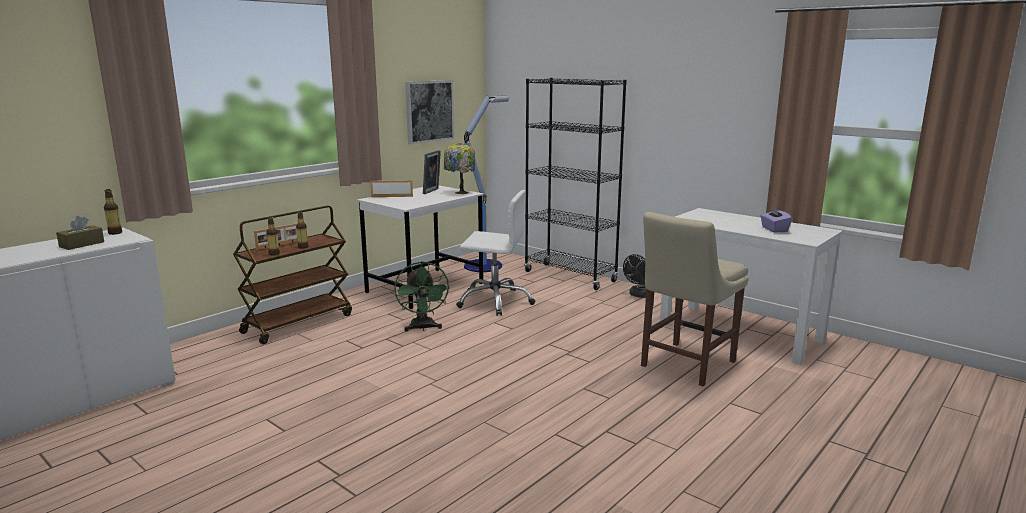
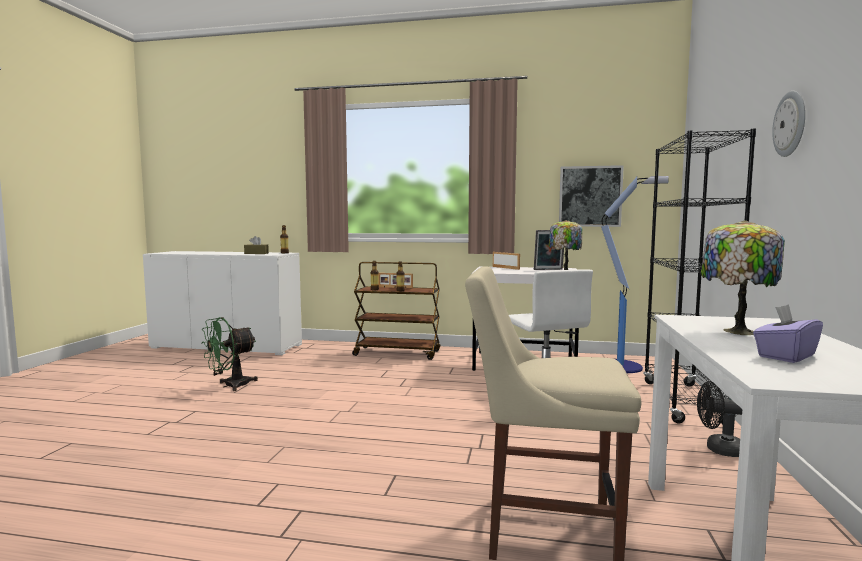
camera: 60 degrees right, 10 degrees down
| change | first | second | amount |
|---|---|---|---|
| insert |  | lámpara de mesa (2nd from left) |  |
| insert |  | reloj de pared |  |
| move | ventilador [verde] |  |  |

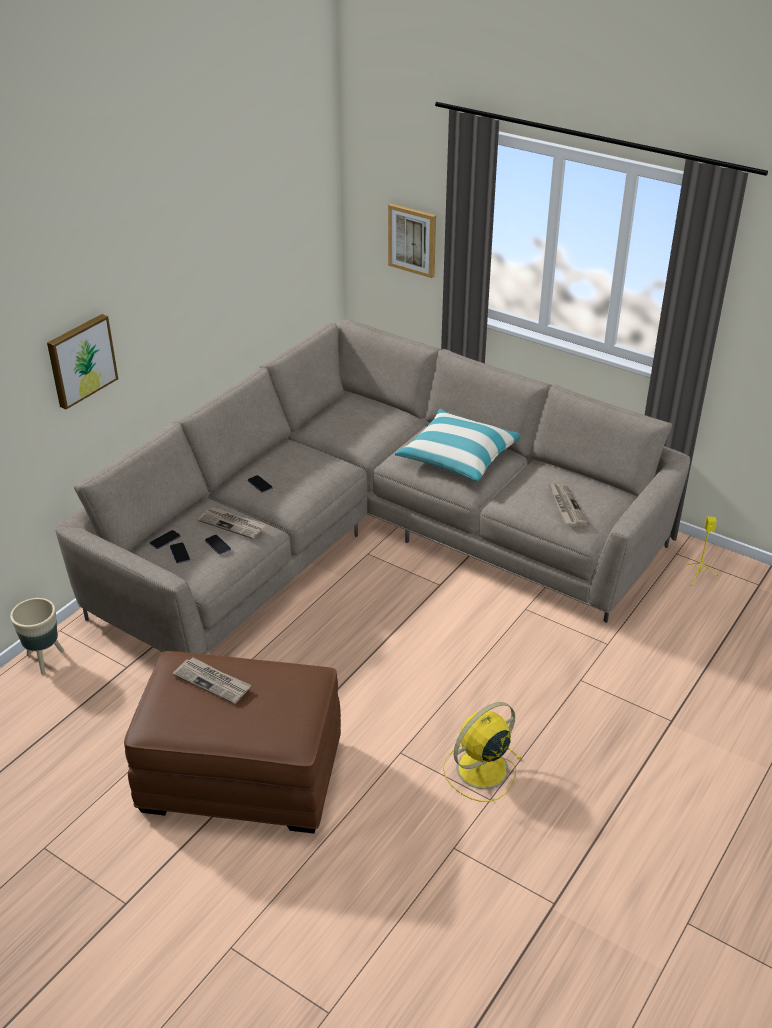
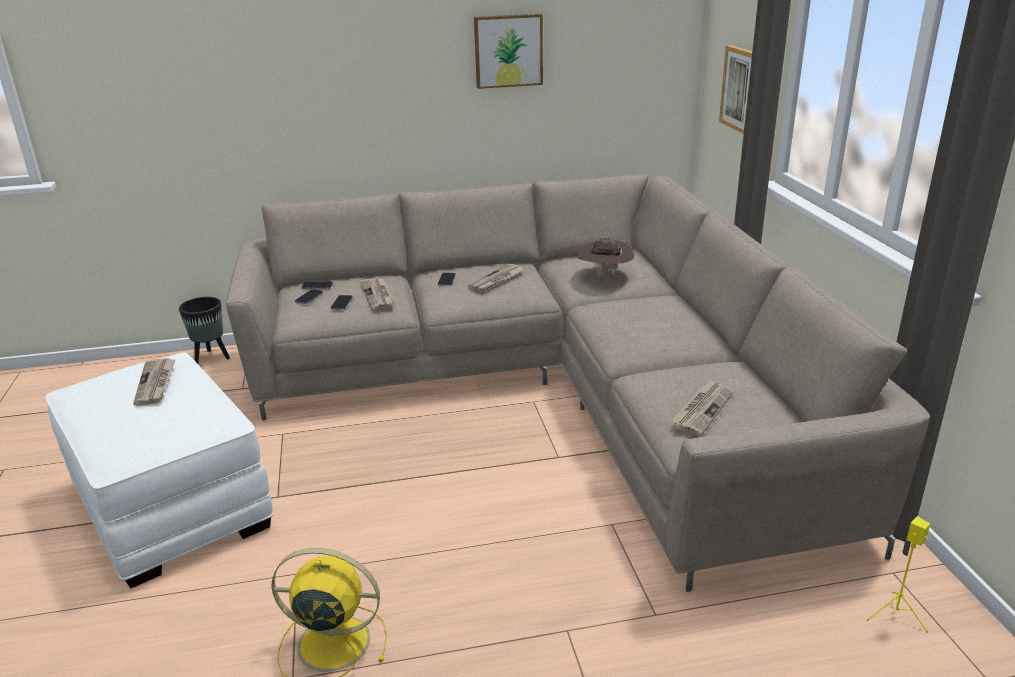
camera: 45 degrees right, 10 degrees down
| change | first | second | amount |
|---|---|---|---|
| delete | cojín |  |  |
| insert |  | periódico (3rd from left) |  |
| insert |  | sombrero [marrón] |  |
| move | cuadro (1st from left) |  |  |
| recolor | maceta [beis] | maceta [negro] |  |
| recolor | puf [marrón] | puf [blanco] |  |

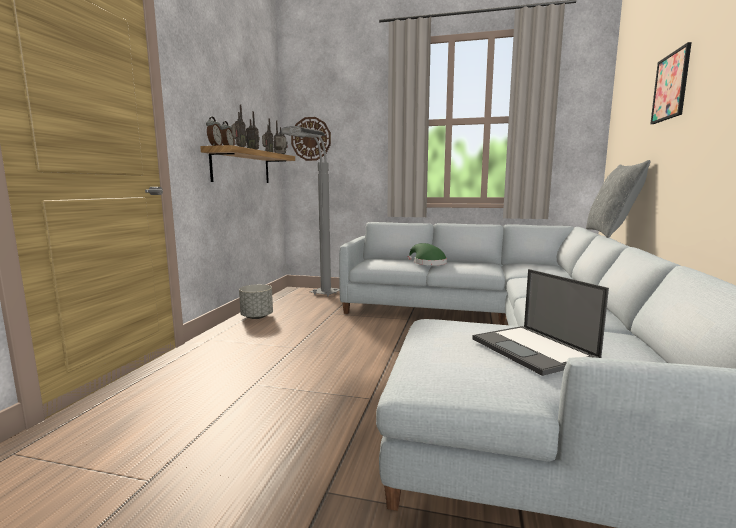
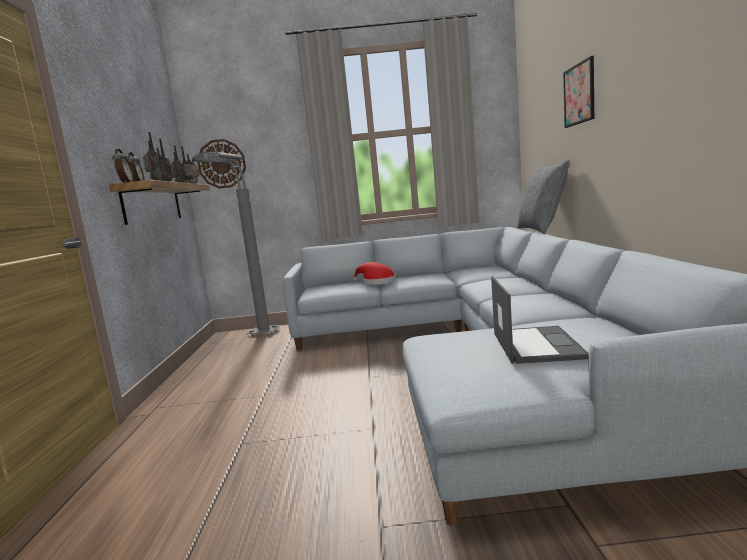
camera: 15 degrees left, 0 degrees up
| change | first | second | amount |
|---|---|---|---|
| delete | maceta [gris] |  |  |
| recolor | sombrero [verde] | sombrero [rojo] |  |
| rotate | portátil |  | 135 degrees counterclockwise |

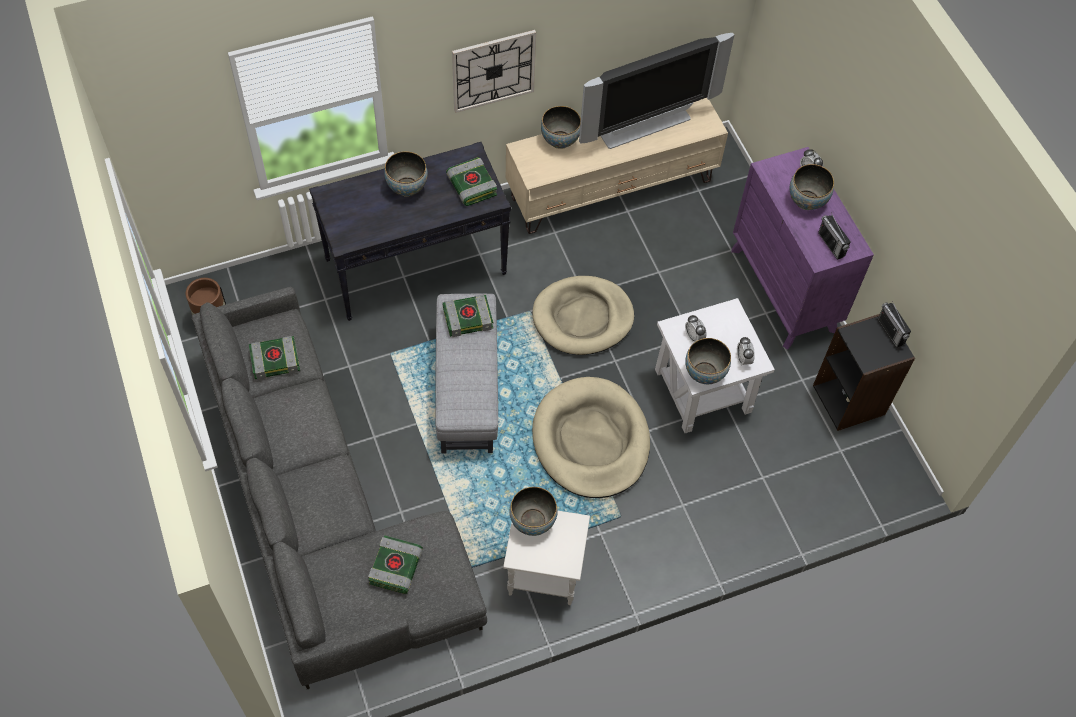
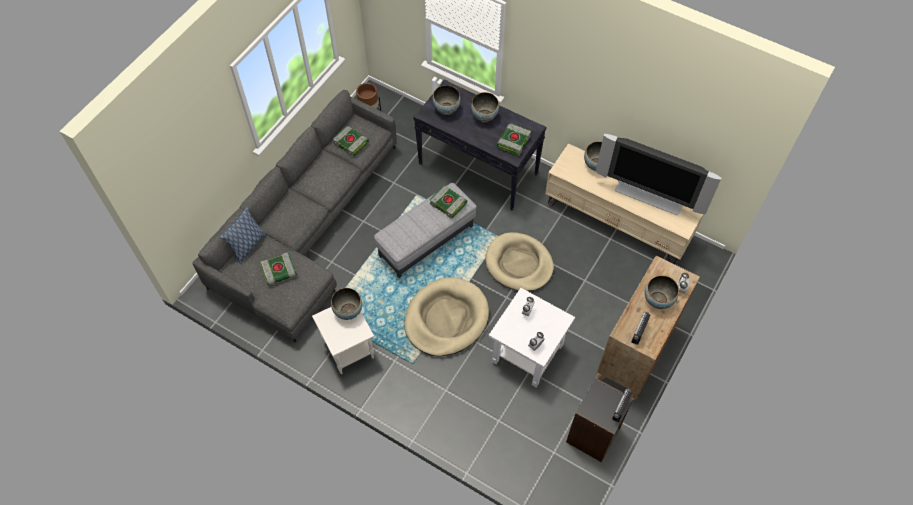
camera: 55 degrees right, 0 degrees up
| change | first | second | amount |
|---|---|---|---|
| delete | reloj de pared |  |  |
| insert |  | cojín |  |
| move | cuenco (4th from left in the first image) | cuenco (2nd from left) |  |
| recolor | cómoda [morado] | cómoda [marrón] |  |

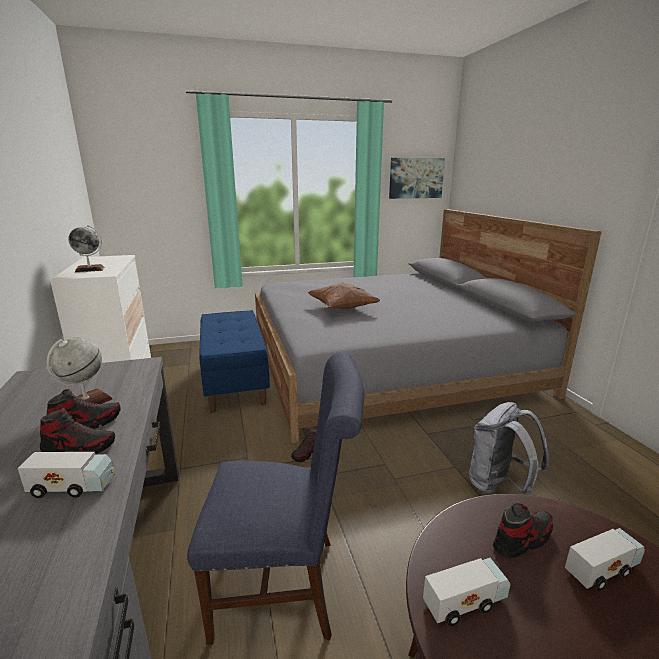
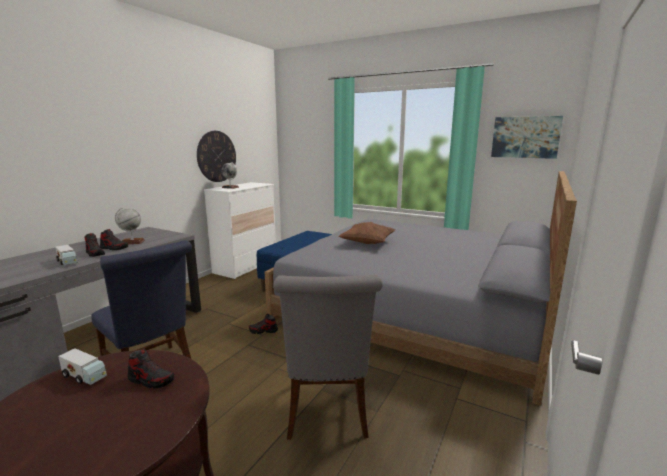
camera: 45 degrees right, 5 degrees down
| change | first | second | amount |
|---|---|---|---|
| delete | camión de juguete (3rd from left) |  |  |
| insert |  | reloj de pared |  |
| replace | mochila [gris] | silla [gris] |  |

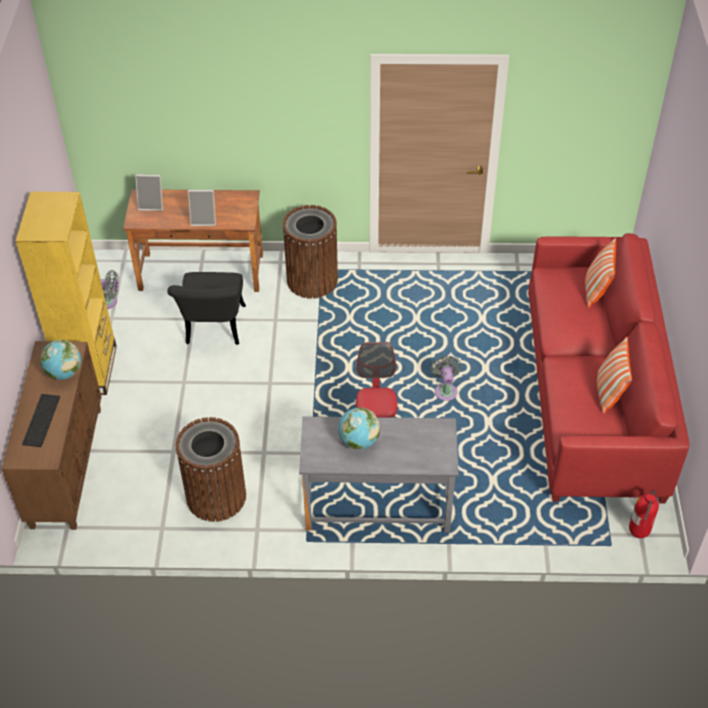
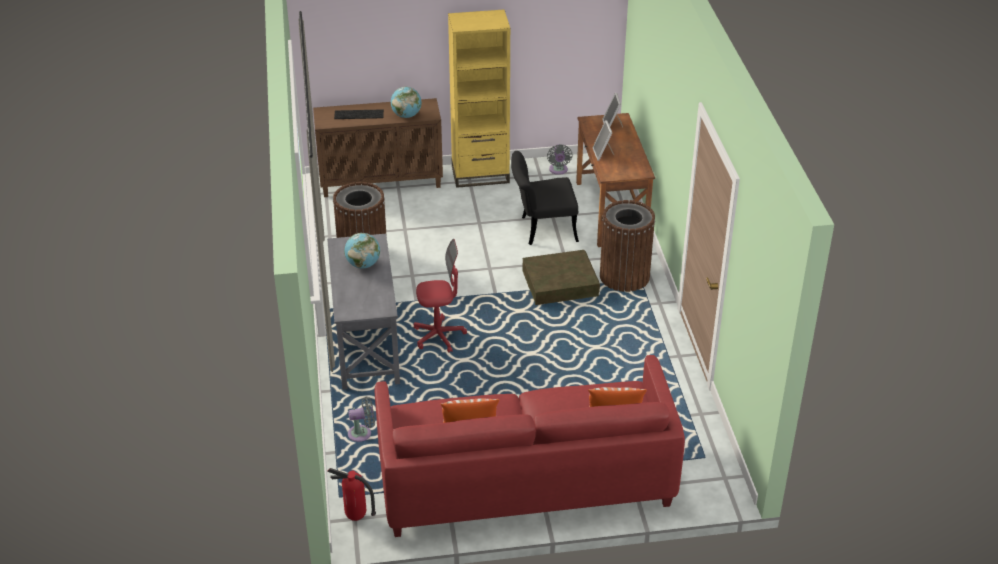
camera: 80 degrees right, 10 degrees down
| change | first | second | amount |
|---|---|---|---|
| insert |  | caja de almacenaje [marrón] |  |
| move | ventilador [gris] (2nd from left in the first image) | ventilador [gris] (1st from left) |  |

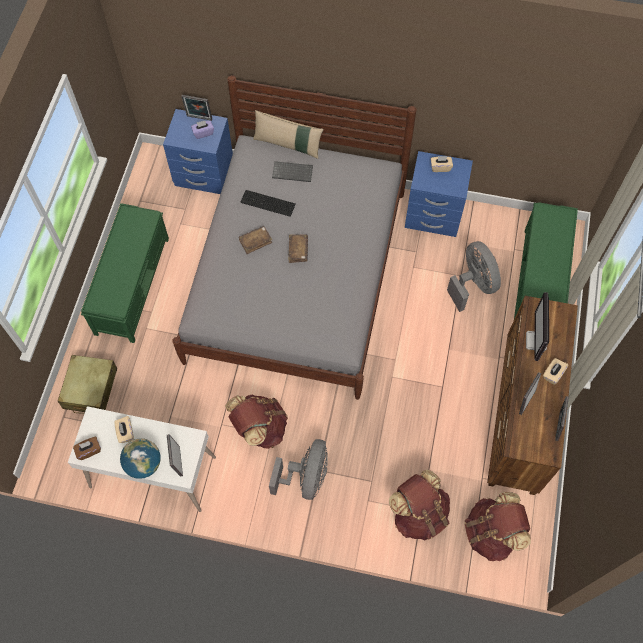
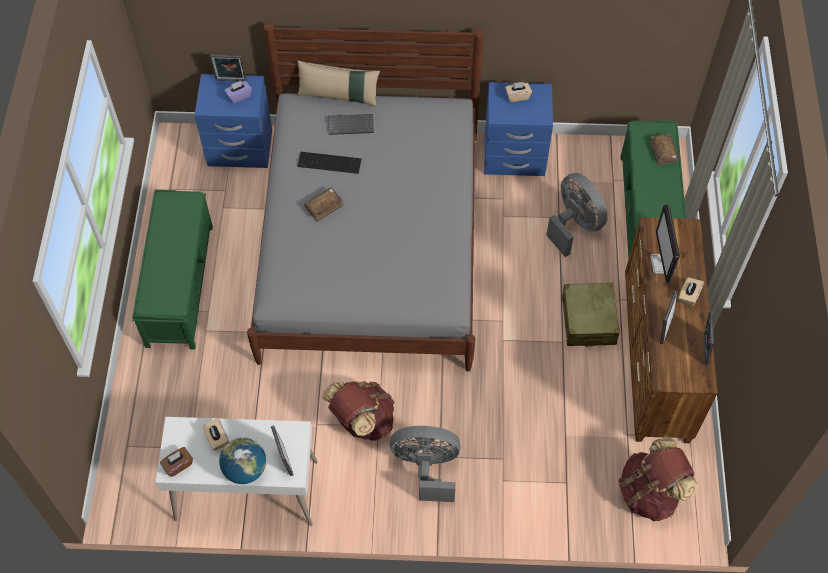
camera: 10 degrees left, 5 degrees down
| change | first | second | amount |
|---|---|---|---|
| delete | mochila [marrón] (2nd from left) |  |  |
| move | maleta [beis] |  |  |
| move | libro [marrón] (2nd from left) |  |  |
| rotate | ventilador [gris] (1st from left) |  | 90 degrees counterclockwise |

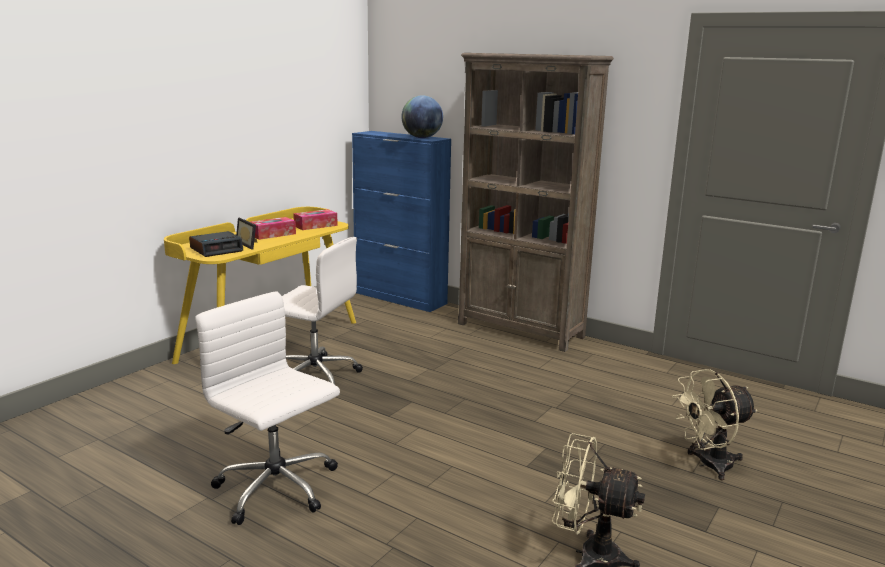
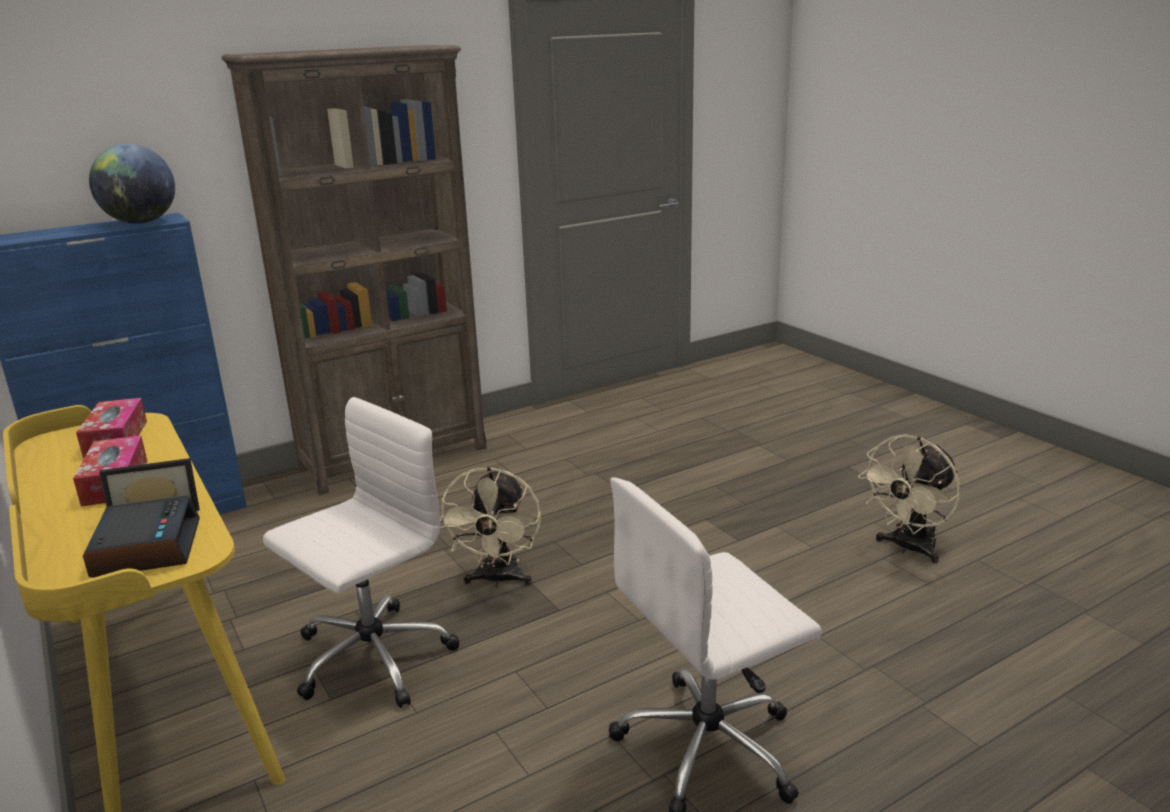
camera: 65 degrees left, 5 degrees up
| change | first | second | amount |
|---|---|---|---|
| move | ventilador [beis] (2nd from left in the first image) | ventilador [beis] (1st from left) |  |

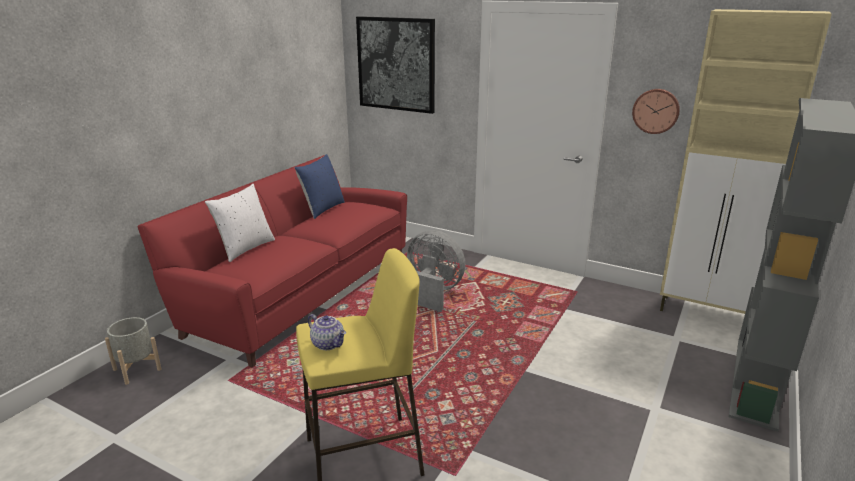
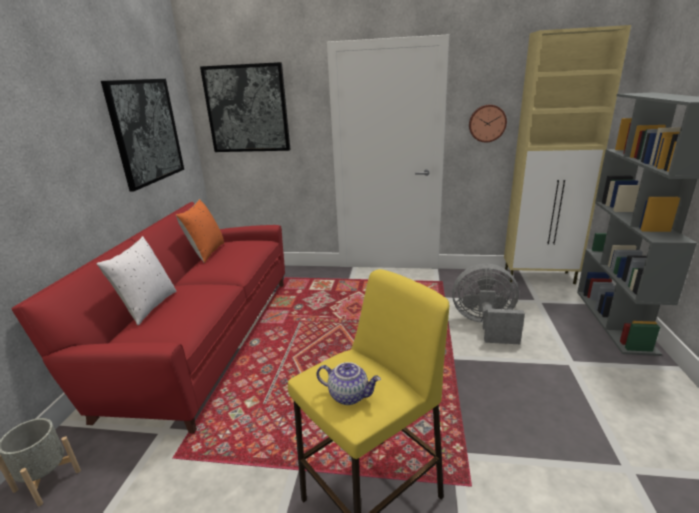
camera: 20 degrees left, 0 degrees up
| change | first | second | amount |
|---|---|---|---|
| insert |  | cuadro (1st from left) |  |
| move | ventilador [gris] |  |  |
| recolor | cojín [azul] | cojín [naranja] |  |

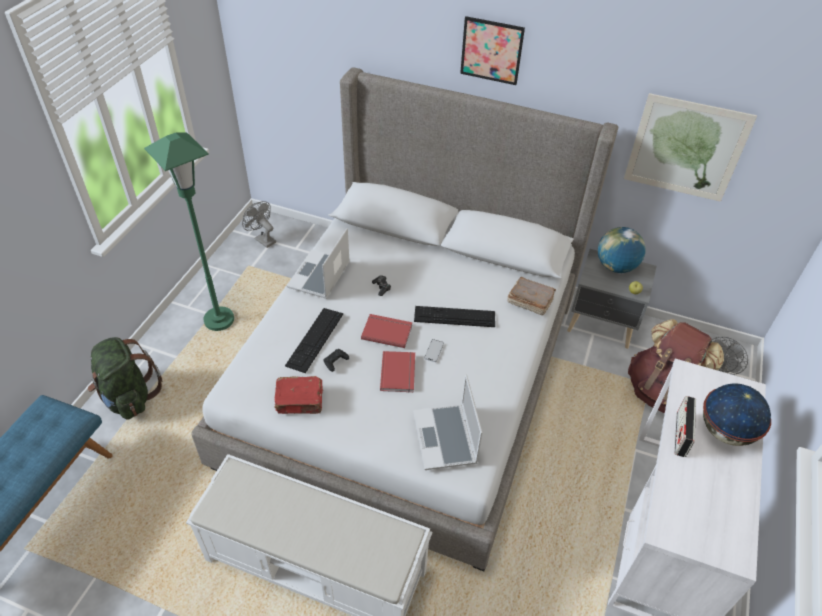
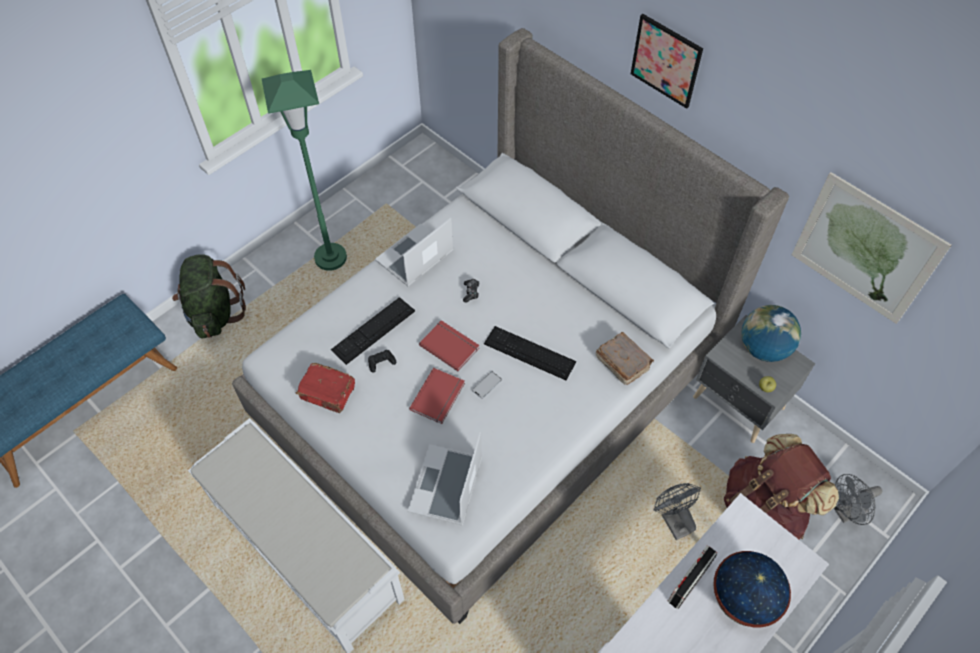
camera: 25 degrees right, 10 degrees up
| change | first | second | amount |
|---|---|---|---|
| move | ventilador [gris] (1st from left) |  |  |

